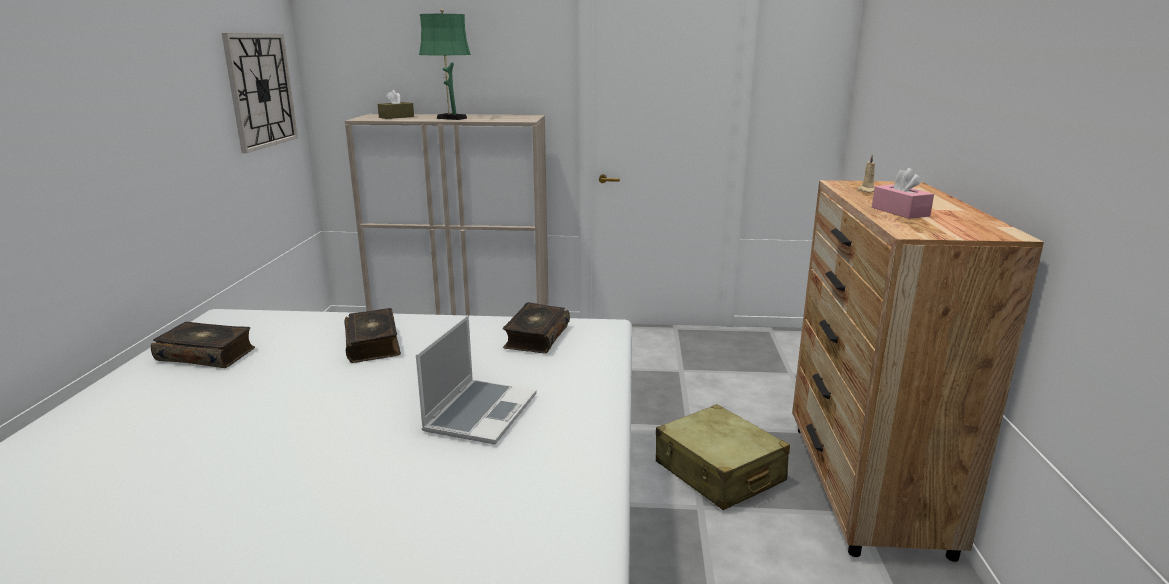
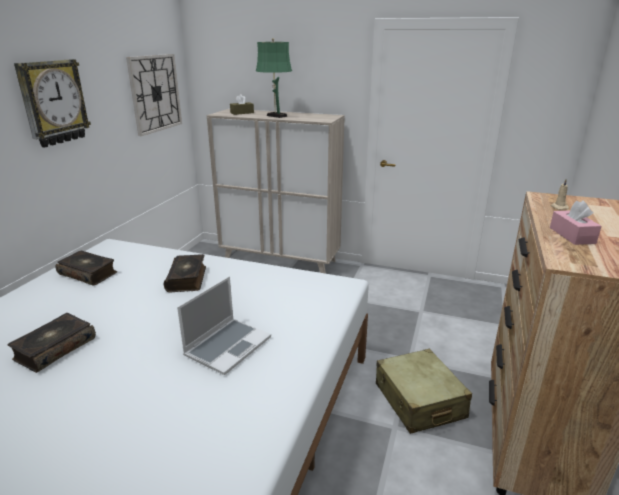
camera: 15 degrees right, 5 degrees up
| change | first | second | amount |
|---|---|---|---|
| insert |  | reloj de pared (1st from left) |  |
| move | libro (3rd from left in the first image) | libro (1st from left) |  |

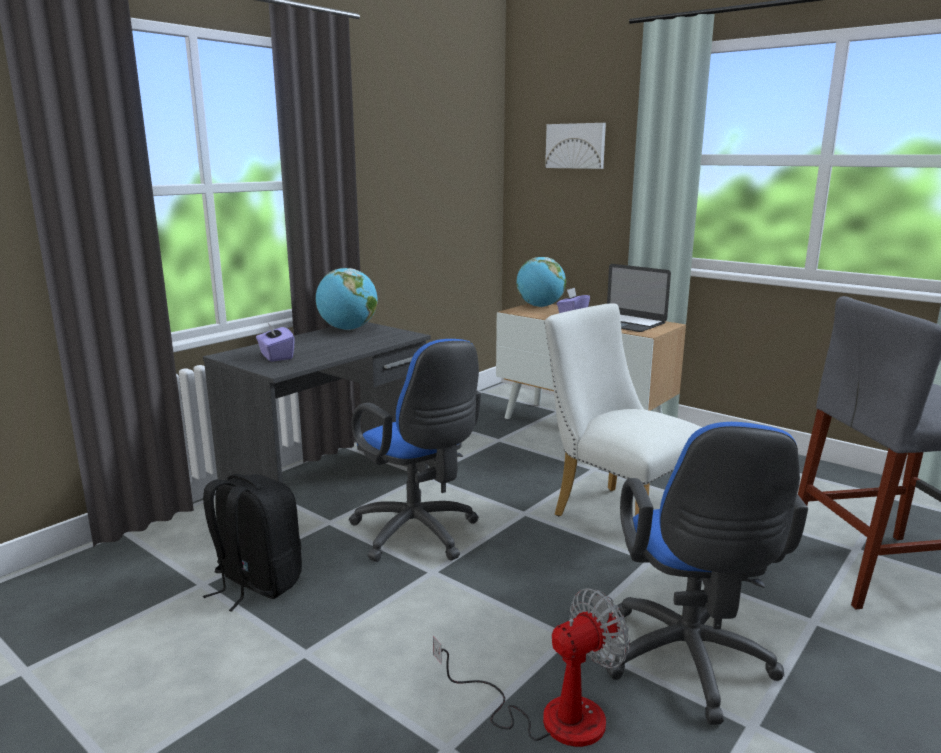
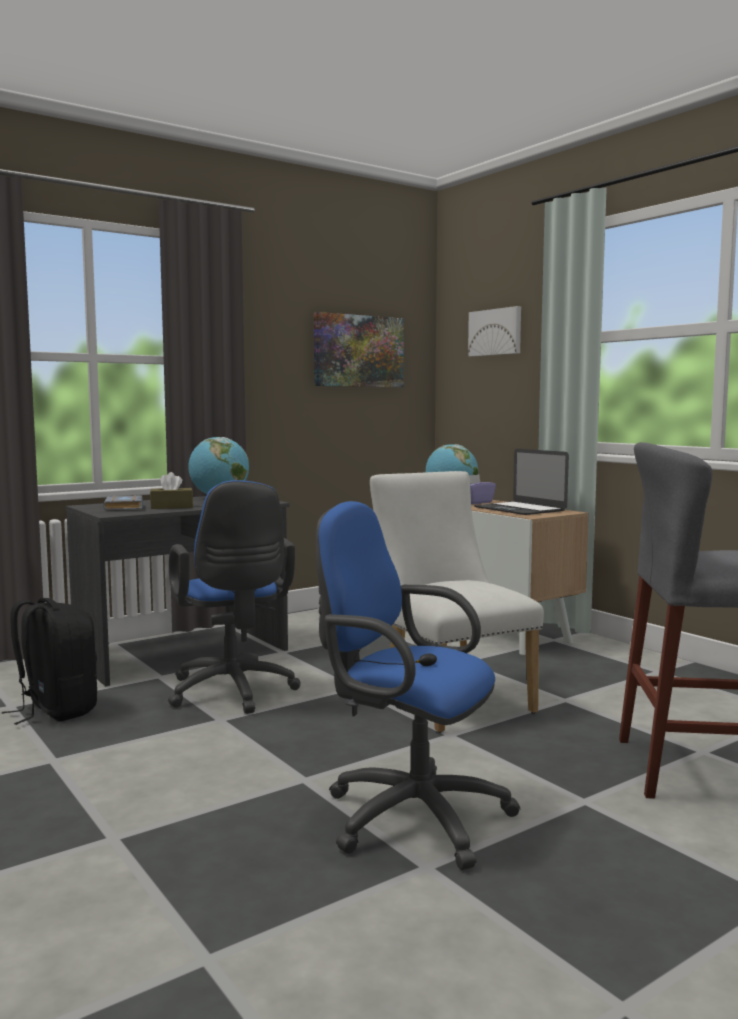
camera: 15 degrees right, 10 degrees down
| change | first | second | amount |
|---|---|---|---|
| delete | ventilador |  |  |
| insert |  | caja de pañuelos [marrón] |  |
| insert |  | cuadro (1st from left) |  |
| replace | caja de pañuelos [morado] (1st from left) | libro [gris] |  |
| rotate | silla de oficina [azul] (2nd from left) |  | 105 degrees clockwise |

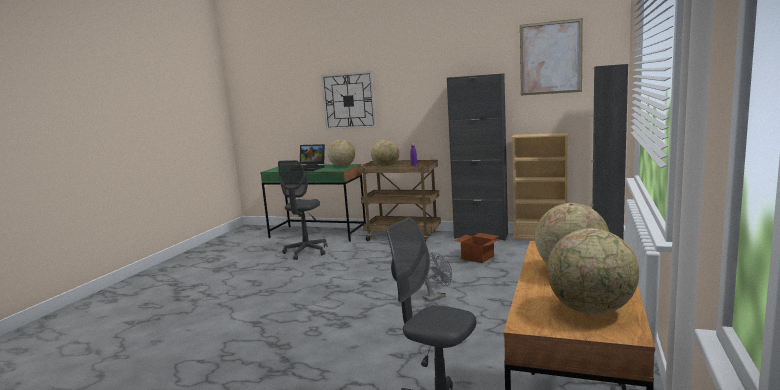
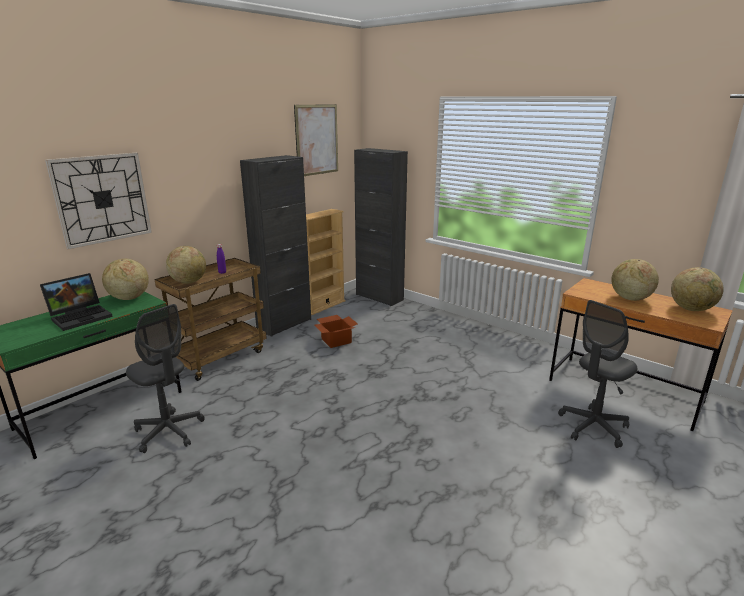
camera: 70 degrees left, 10 degrees up
| change | first | second | amount |
|---|---|---|---|
| delete | ventilador [gris] |  |  |

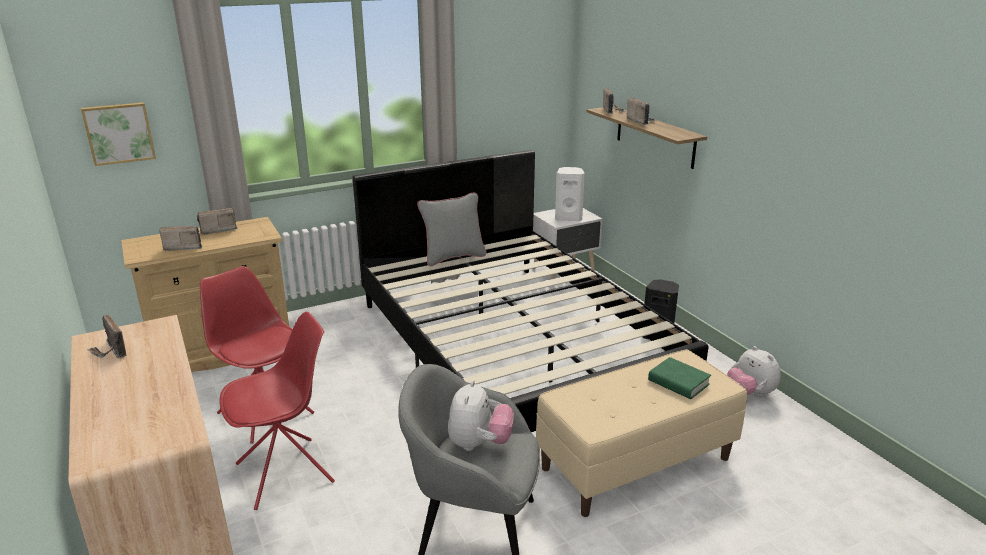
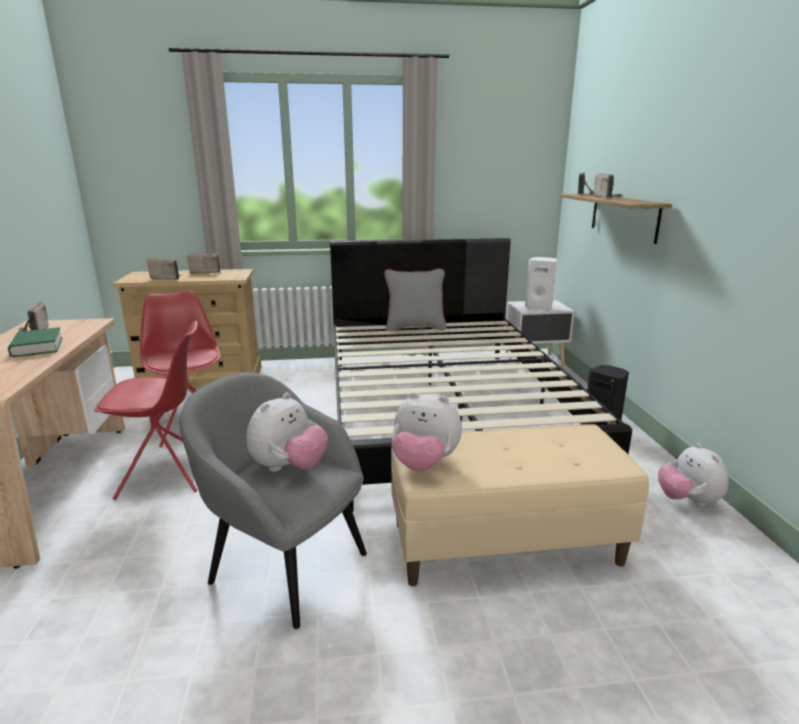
camera: 20 degrees right, 5 degrees down
| change | first | second | amount |
|---|---|---|---|
| delete | cuadro |  |  |
| insert |  | peluche (2nd from left) |  |
| move | libro [verde] |  |  |

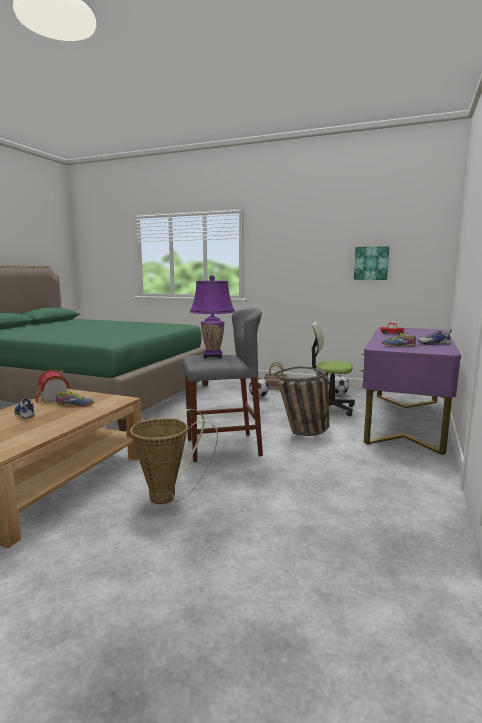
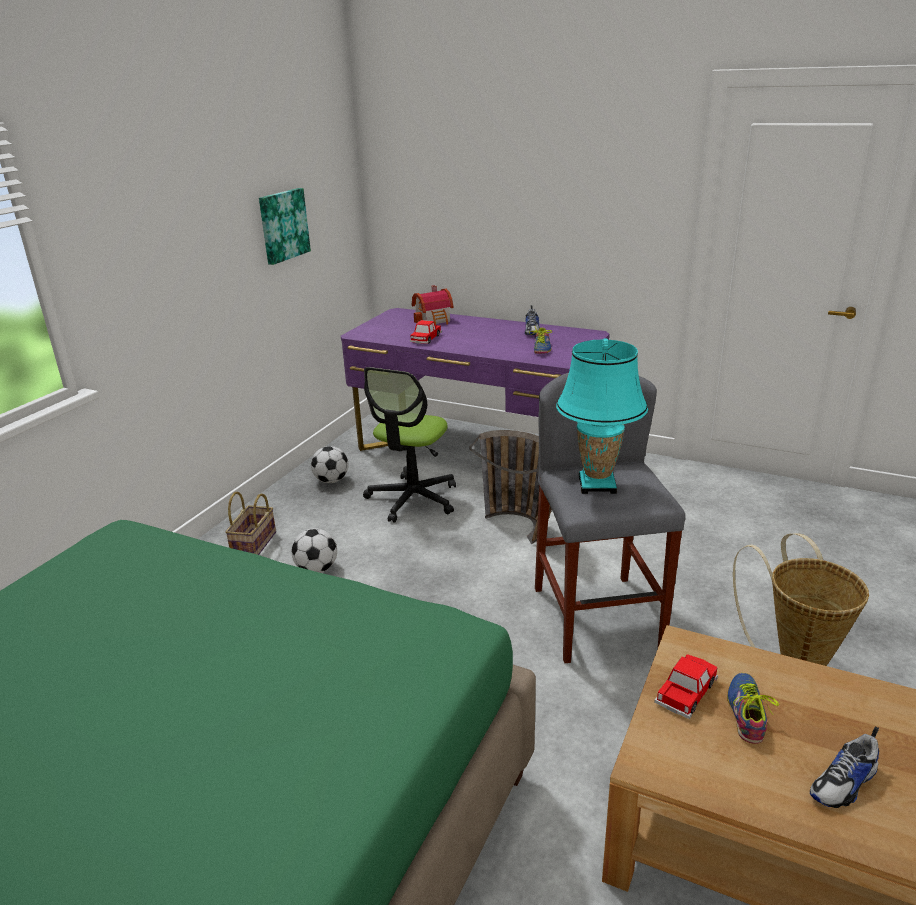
camera: 85 degrees left, 15 degrees up
| change | first | second | amount |
|---|---|---|---|
| insert |  | coche de juguete (2nd from left) |  |
| move | casita |  |  |
| recolor | lámpara de mesa [morado] | lámpara de mesa [turquesa] |  |

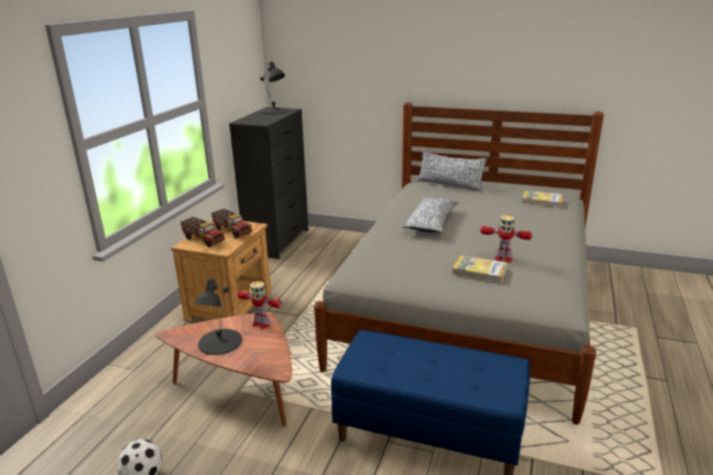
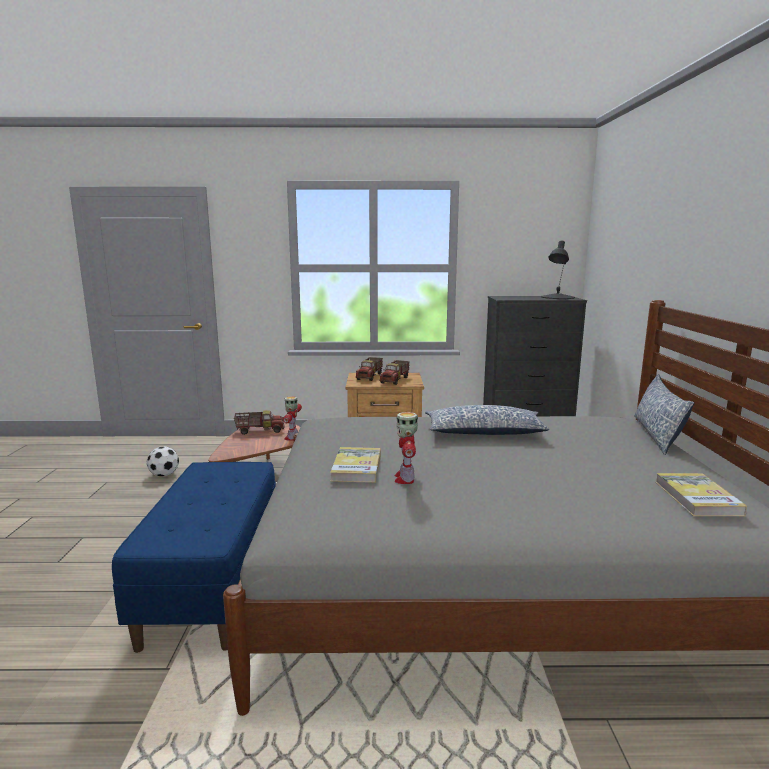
camera: 70 degrees right, 10 degrees down
| change | first | second | amount |
|---|---|---|---|
| replace | lámpara de mesa [negro] (1st from left) | camión de juguete (1st from left) |  |

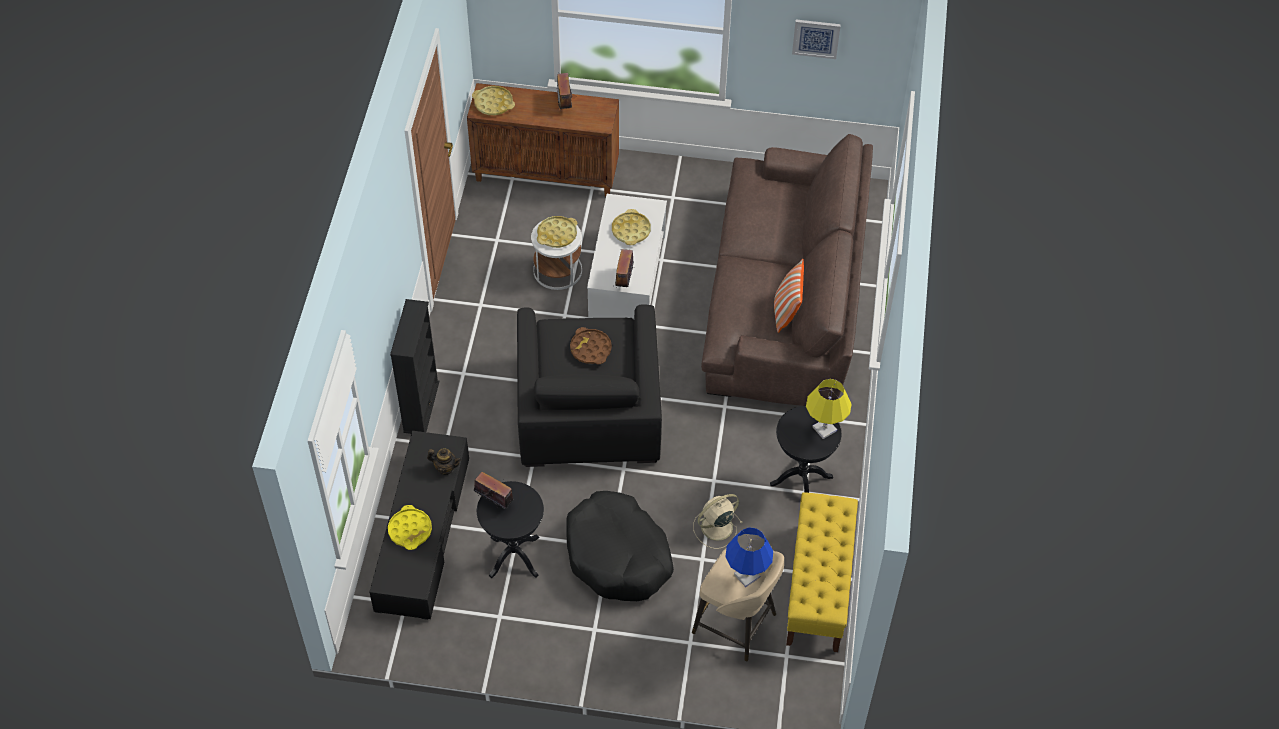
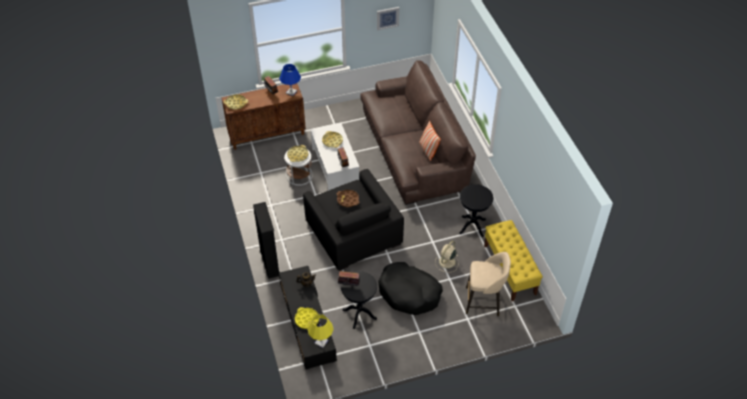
camera: 25 degrees left, 5 degrees down
| change | first | second | amount |
|---|---|---|---|
| move | lámpara de mesa [azul] |  |  |
| move | lámpara de mesa [amarillo] |  |  |

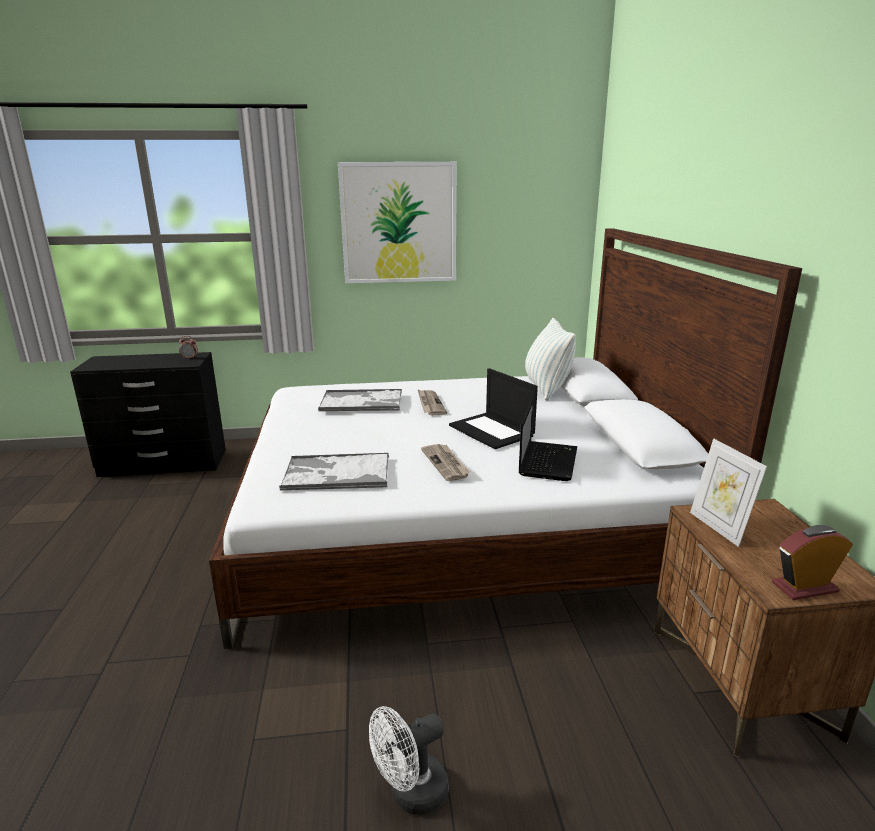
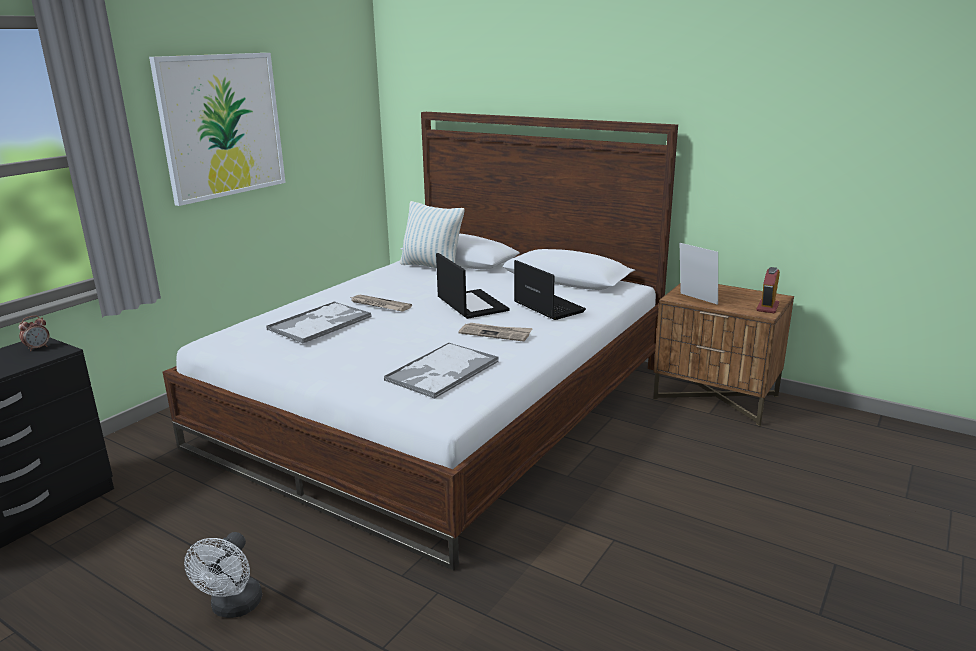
camera: 50 degrees left, 0 degrees up
| change | first | second | amount |
|---|---|---|---|
| move | ventilador [blanco] |  |  |
| rotate | portátil (1st from left) |  | 120 degrees counterclockwise |
| rotate | portarretratos |  | 150 degrees counterclockwise |

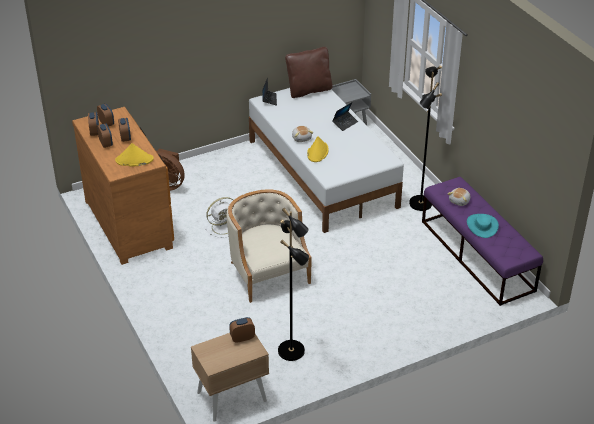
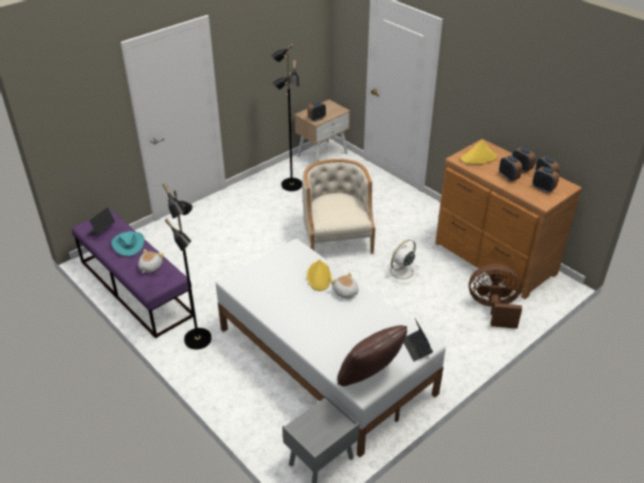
camera: 165 degrees right, 0 degrees up
| change | first | second | amount |
|---|---|---|---|
| move | portátil (2nd from left in the first image) | portátil (1st from left) |  |
| rotate | sillón [beis] |  | 150 degrees counterclockwise |

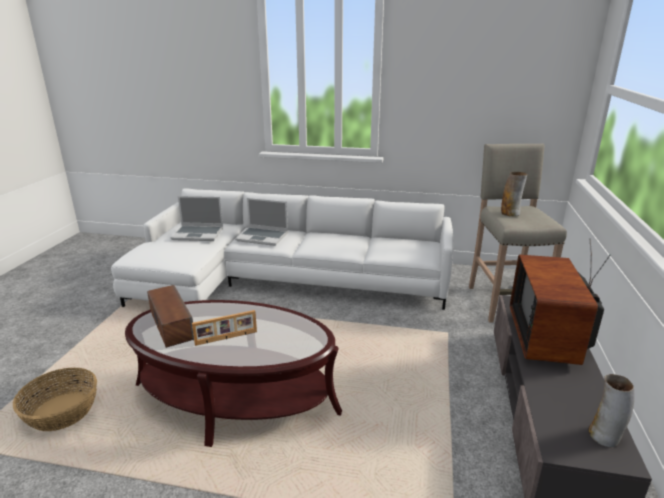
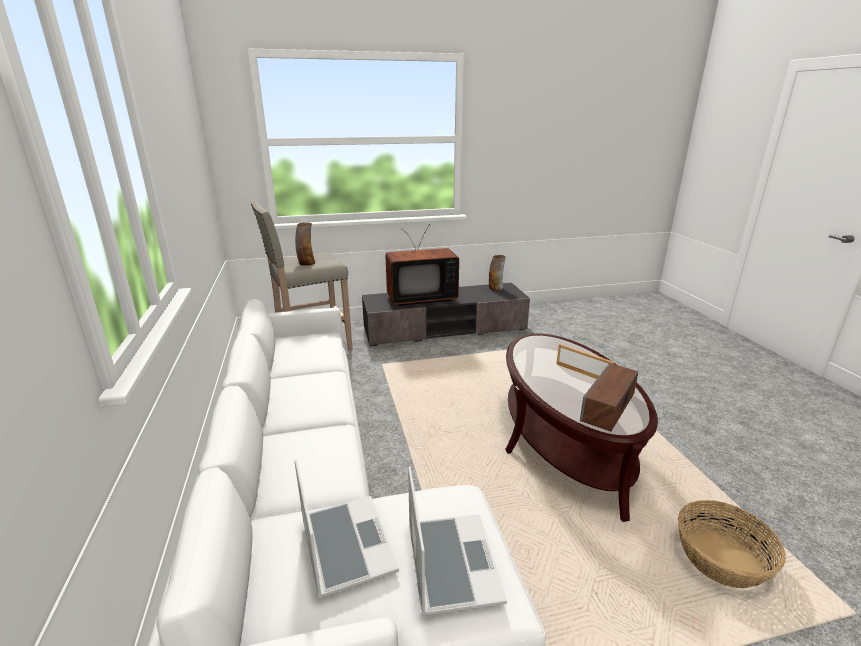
camera: 115 degrees left, 0 degrees up
| change | first | second | amount |
|---|---|---|---|
| move | portátil (2nd from left) |  |  |

